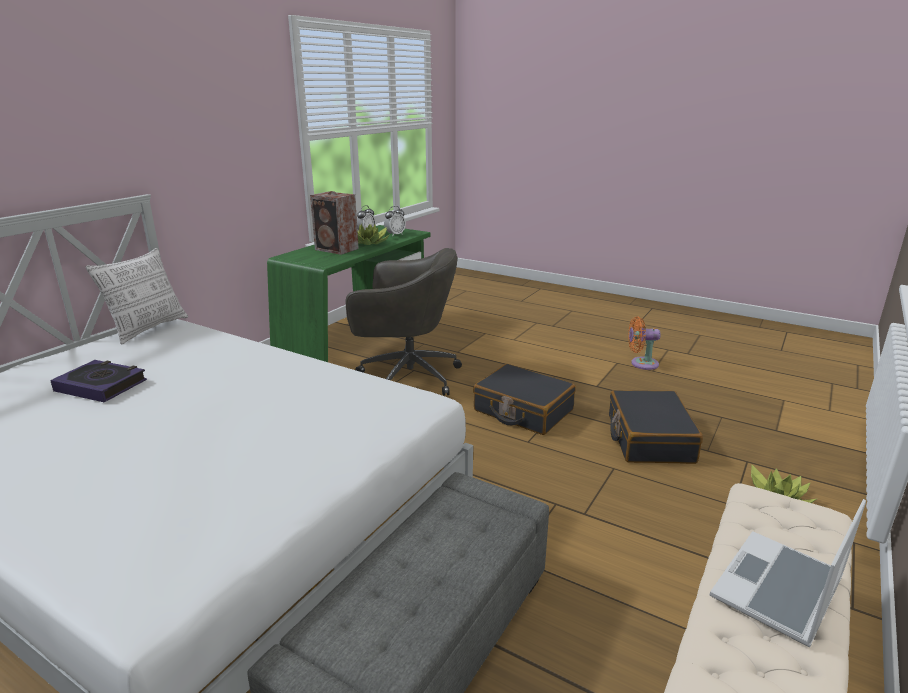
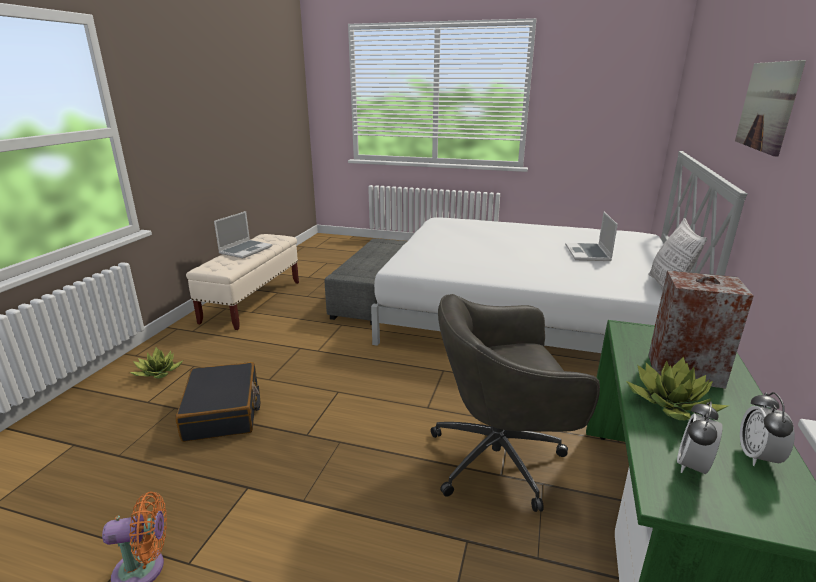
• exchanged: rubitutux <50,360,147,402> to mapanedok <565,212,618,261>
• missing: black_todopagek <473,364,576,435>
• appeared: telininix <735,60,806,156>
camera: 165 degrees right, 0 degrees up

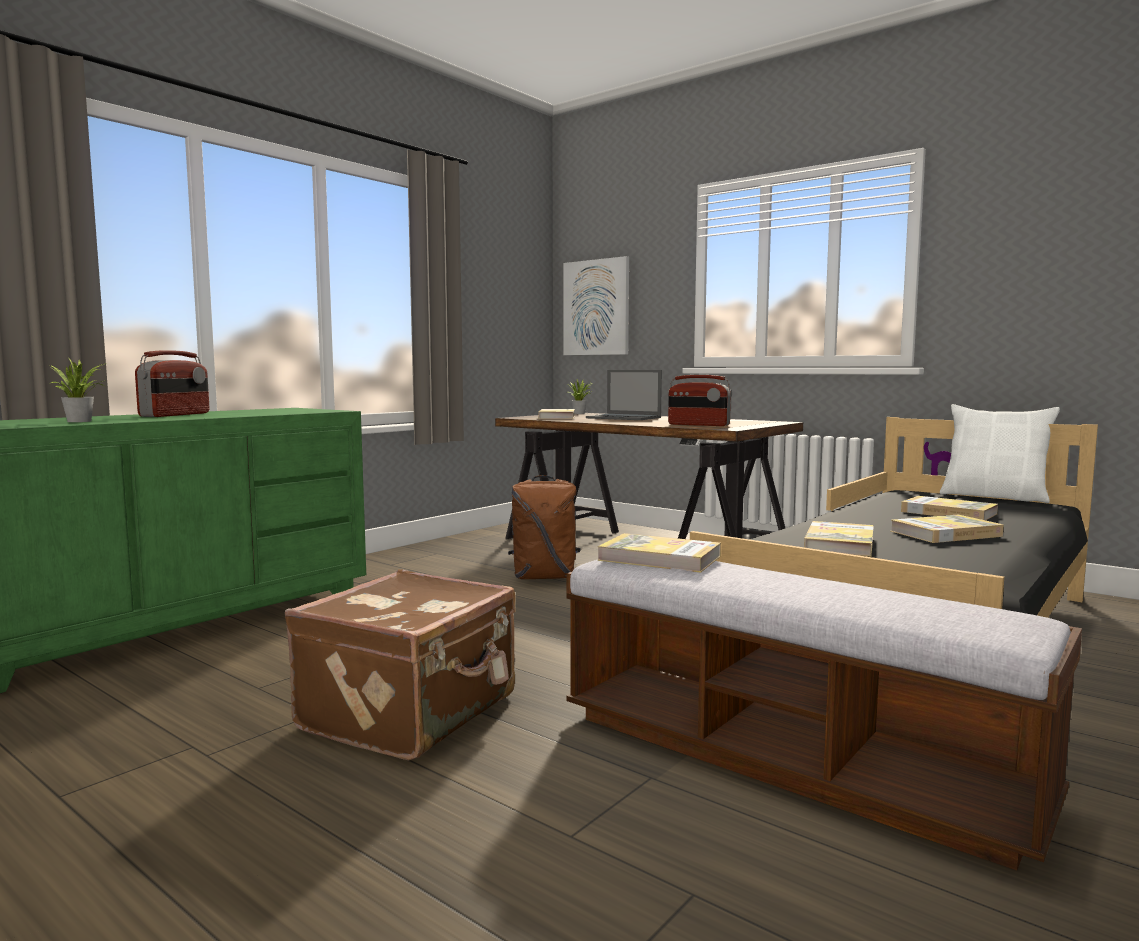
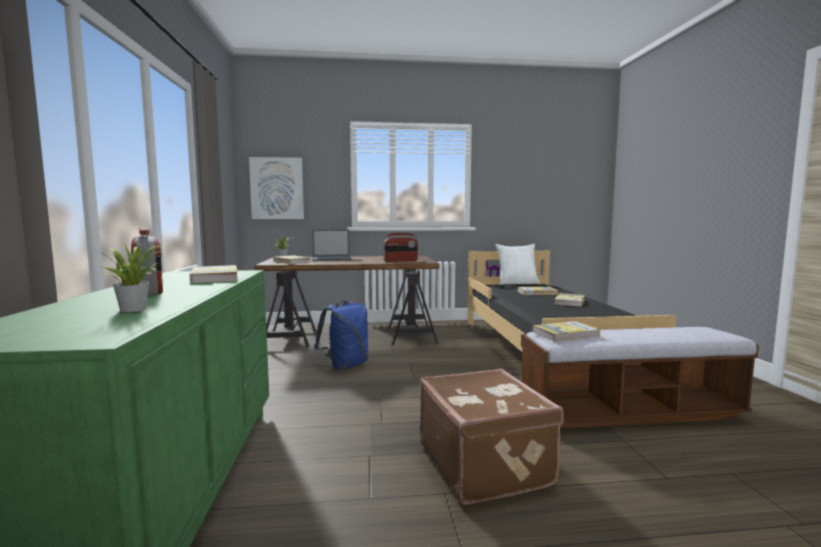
• colour: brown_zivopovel <508,475,581,579> to blue_zivopovel <314,301,369,370>
• relocated: rubitutux <804,521,874,557> to <190,265,238,283>
camera: 45 degrees left, 0 degrees up

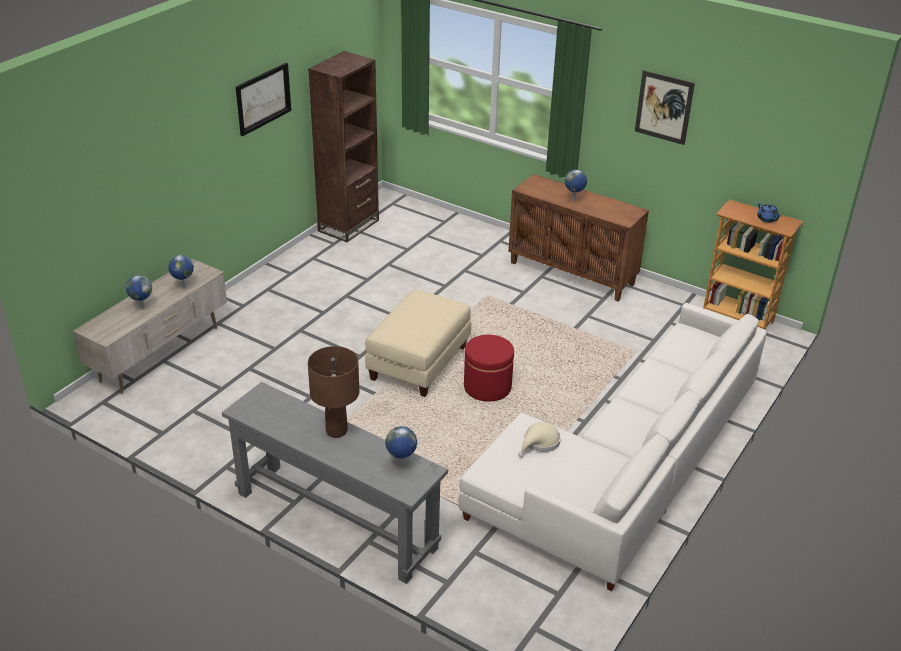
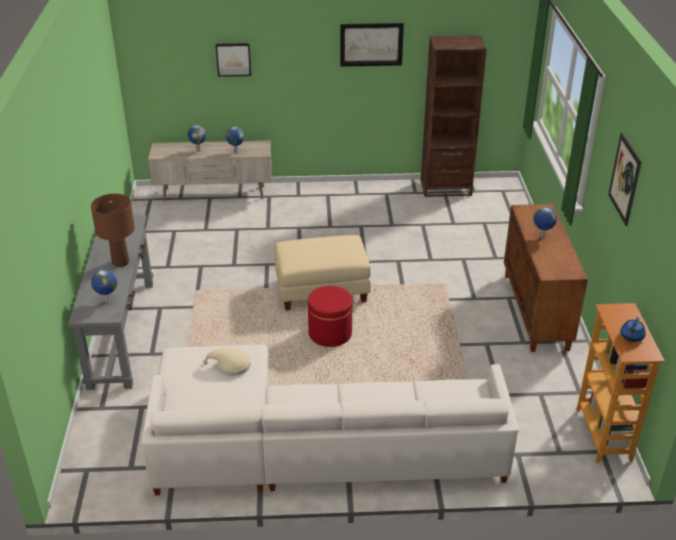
• appeared: telininix <216,43,251,77>
camera: 55 degrees right, 0 degrees up

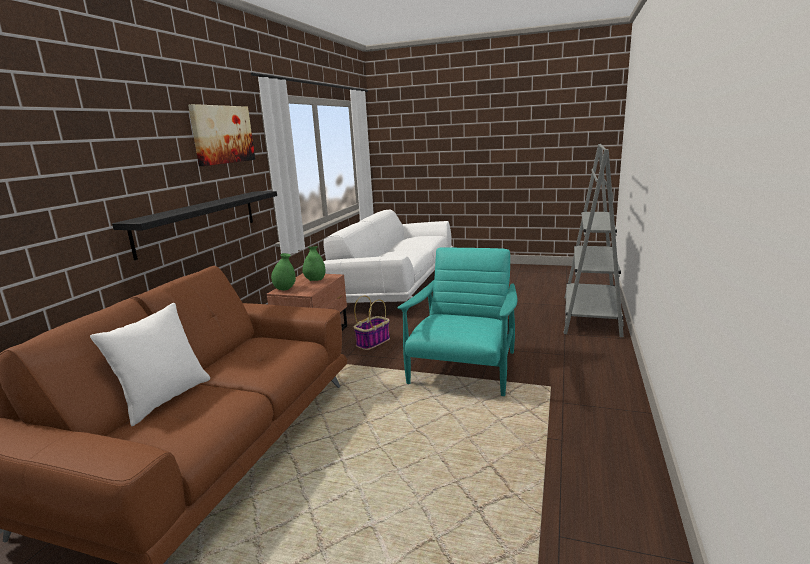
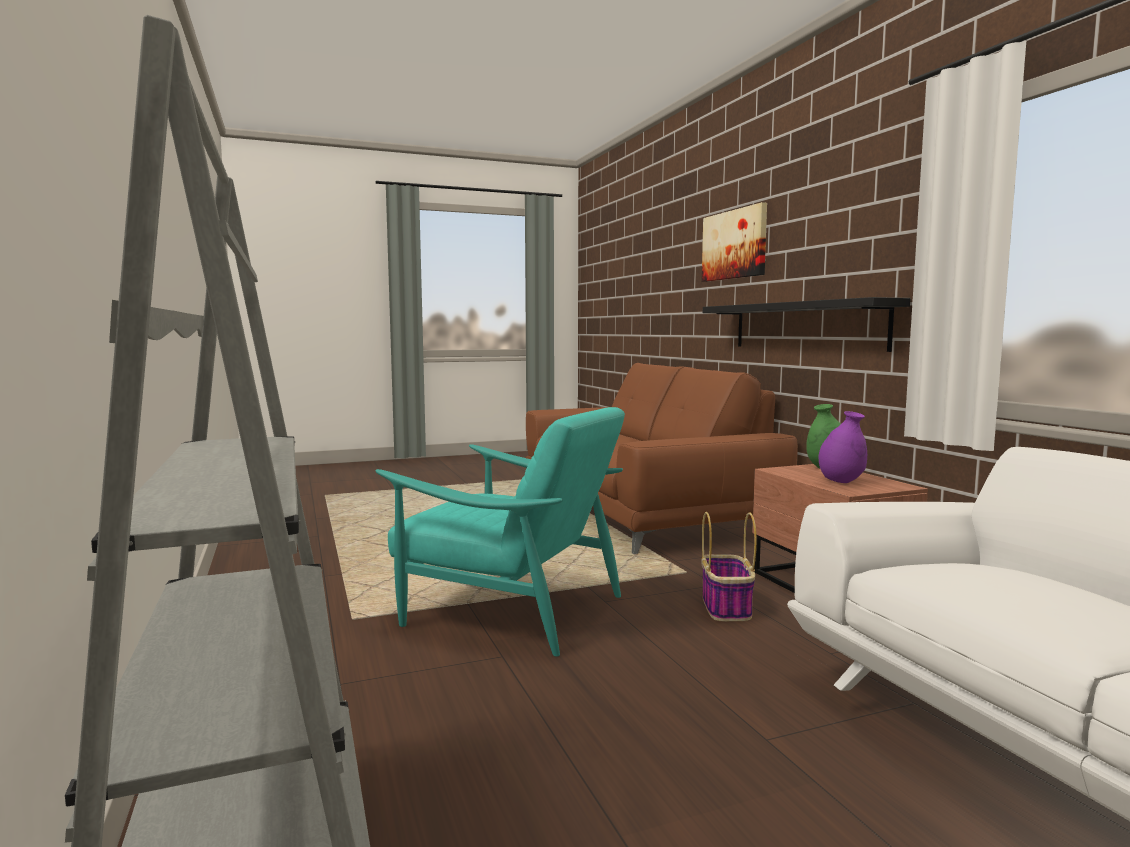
• missing: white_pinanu <90,303,210,426>
• relocated: telininix <188,104,255,166> to <702,202,767,282>
• colour: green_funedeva <302,246,326,281> to purple_funedeva <819,411,867,483>
• spun: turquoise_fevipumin <397,247,517,396> = <376,407,625,657> 45 degrees counterclockwise
camera: 140 degrees right, 10 degrees down

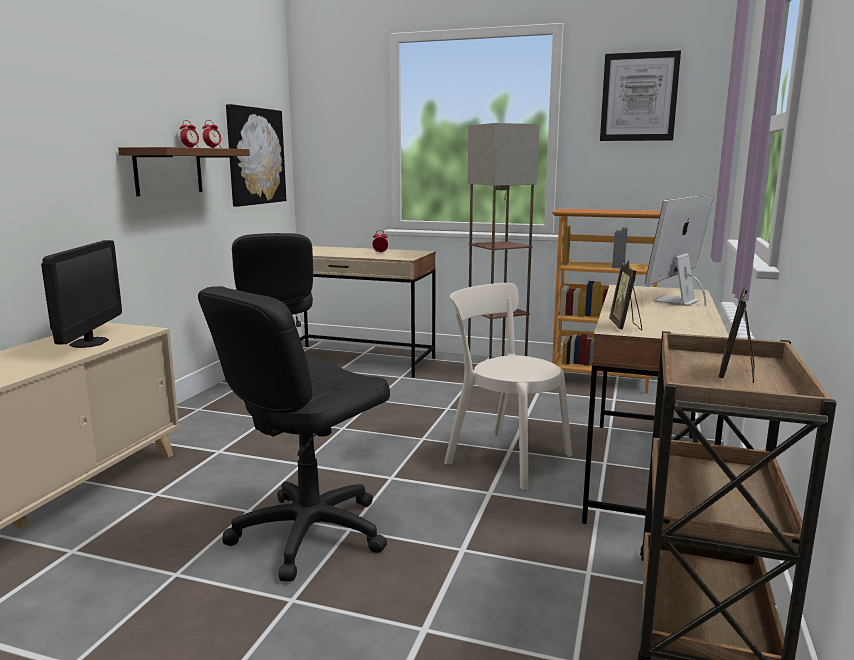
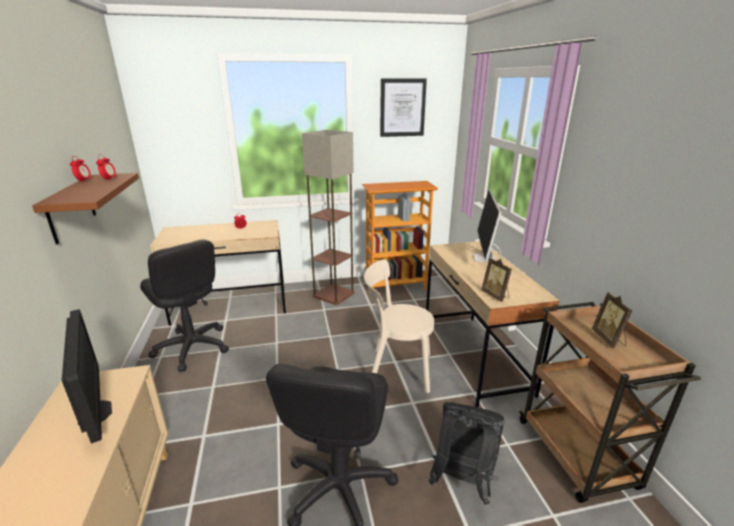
• missing: telininix <226,104,286,207>
• appeared: black_zivopovel <429,402,505,505>
camera: 30 degrees left, 10 degrees up

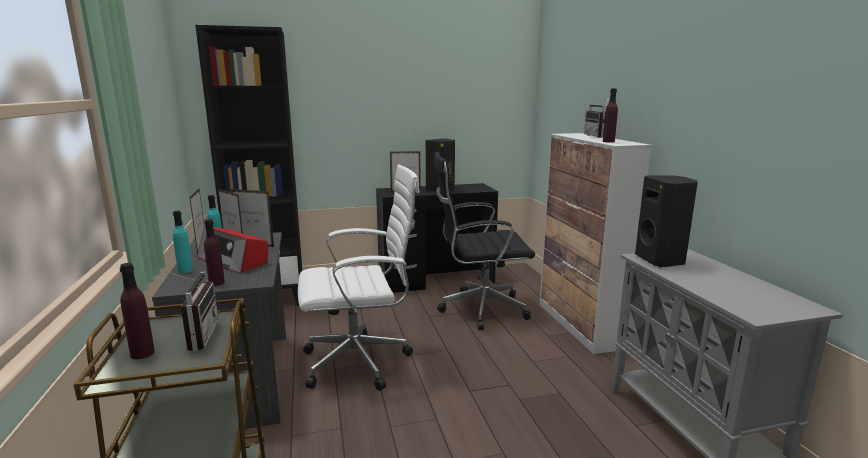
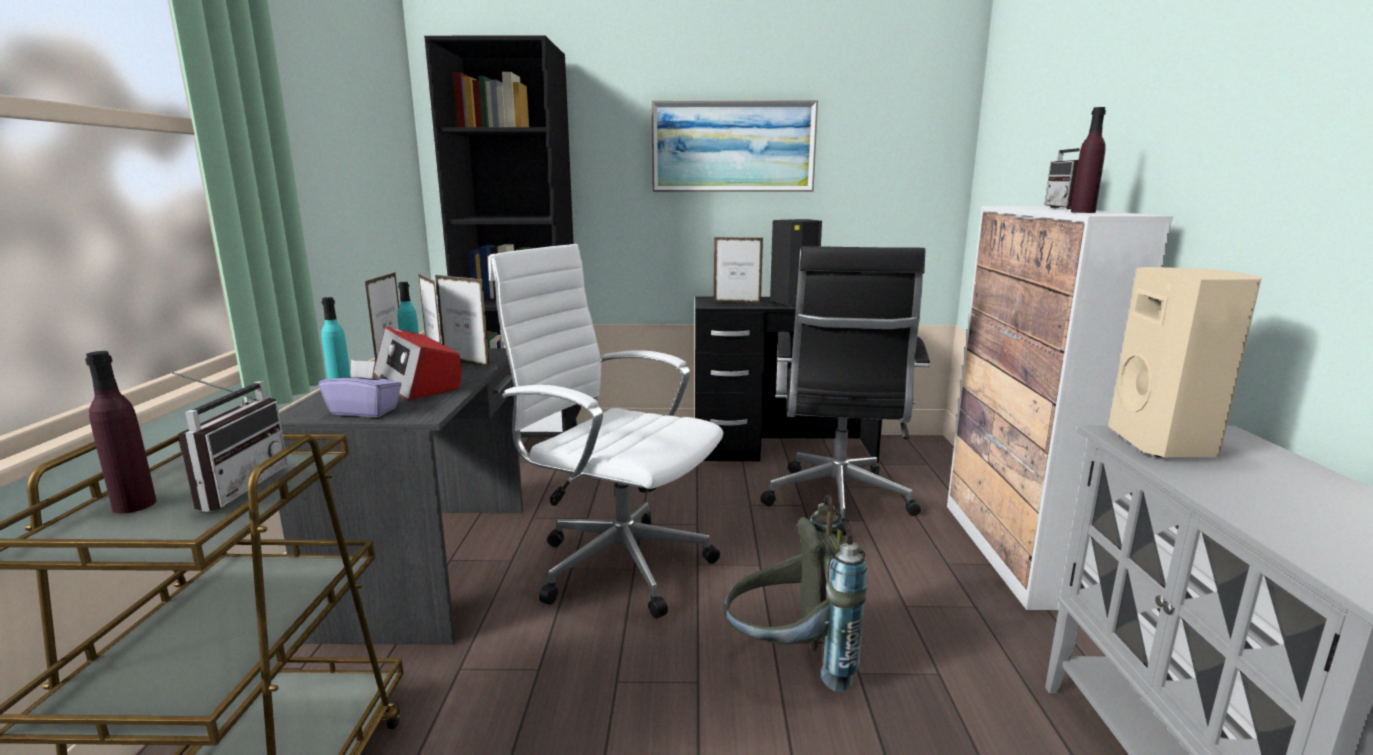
• exchanged: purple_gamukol <204,219,225,286> to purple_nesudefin <318,360,402,417>
• spun: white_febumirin <298,165,420,391> = <489,244,723,618> 150 degrees counterclockwise
• spun: black_febumirin <434,151,535,330> = <760,246,930,536> 90 degrees counterclockwise
• colour: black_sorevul <635,175,698,267> to beige_sorevul <1108,267,1262,457>
• appeared: telininix <651,100,818,192>
• appeared: grey_zivopovel <723,495,867,691>
camera: 15 degrees right, 0 degrees up

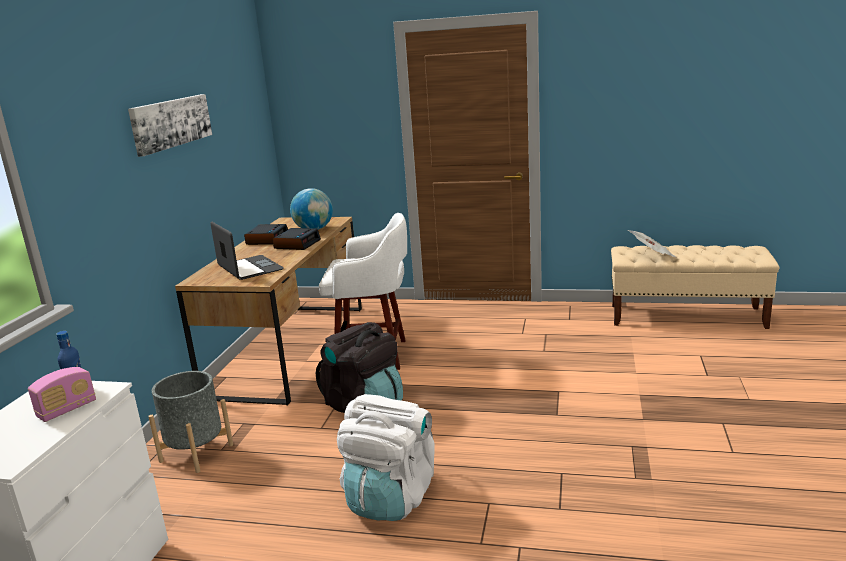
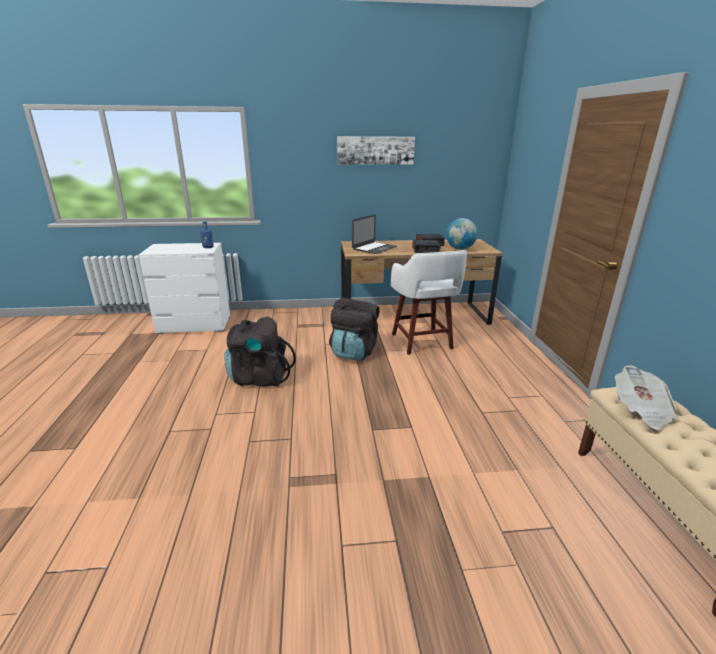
• missing: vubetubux <28,367,96,422>
• missing: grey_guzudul <148,371,233,473>
• colour: white_zivopovel <337,394,435,521> to black_zivopovel <224,316,296,387>
camera: 70 degrees right, 5 degrees up

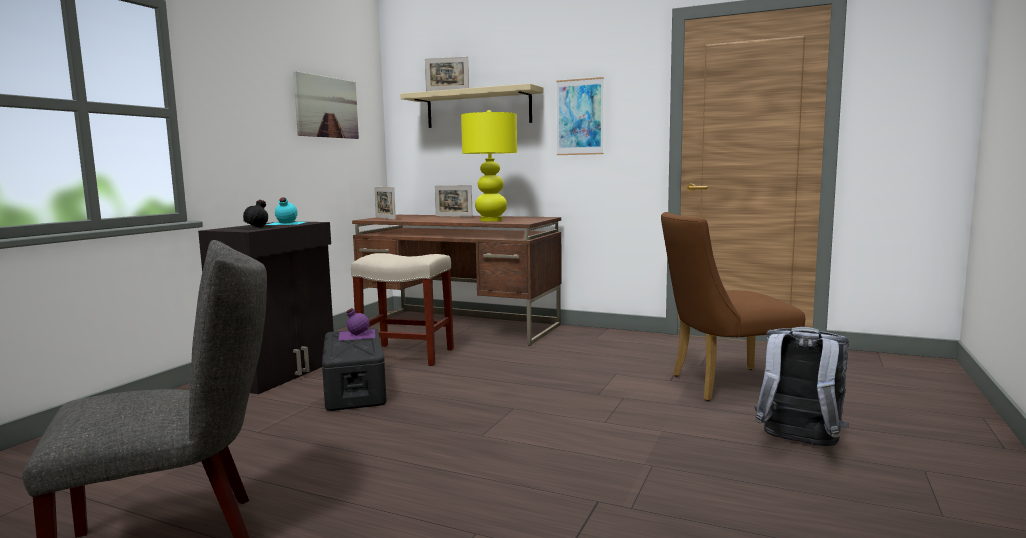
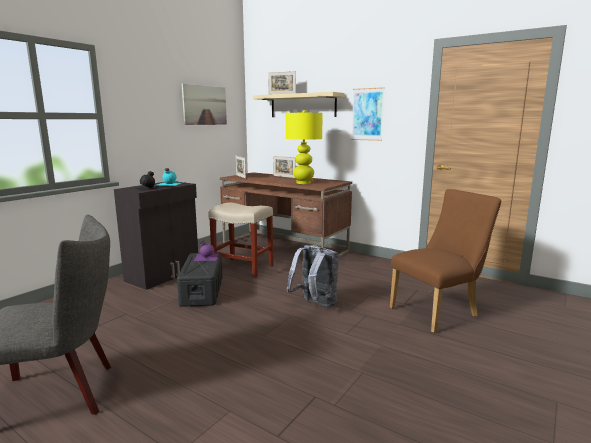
• spun: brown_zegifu <661,212,805,401> = <390,189,501,333> 150 degrees clockwise
• relocated: grey_zivopovel <754,327,849,446> to <287,245,339,308>
camera: 10 degrees right, 5 degrees up

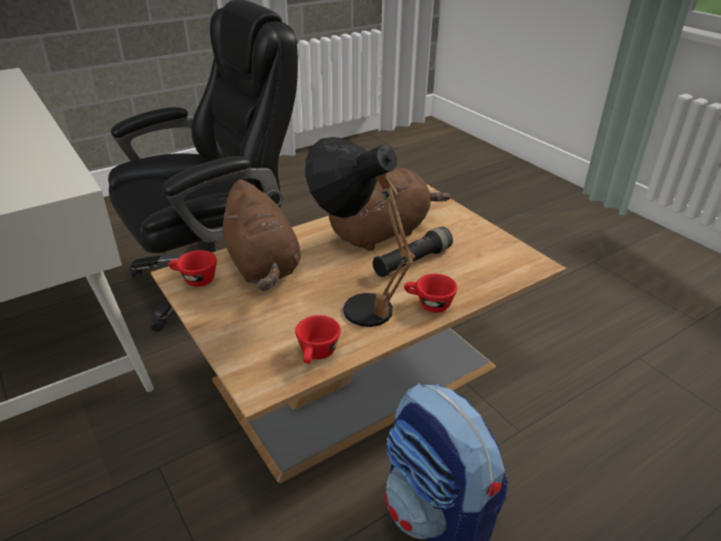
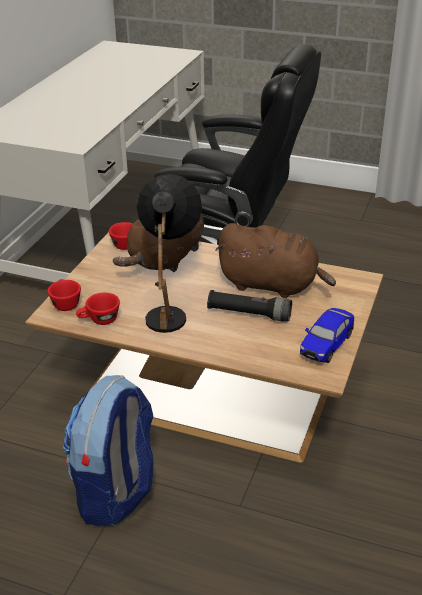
• relocated: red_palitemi <404,274,457,313> to <47,279,81,311>
• appeared: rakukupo <300,308,354,363>
camera: 55 degrees right, 0 degrees up

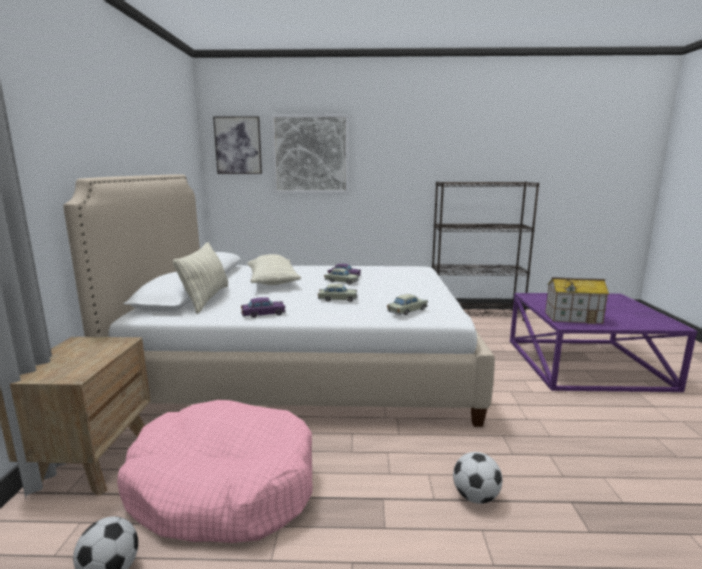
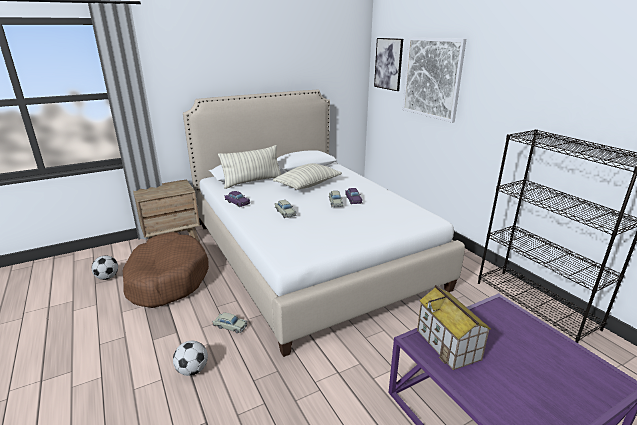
• colour: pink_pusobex <117,400,312,543> to brown_pusobex <123,232,209,308>
• relocated: beige_rakukupo <387,294,428,315> to <212,313,247,333>
camera: 60 degrees right, 10 degrees up

